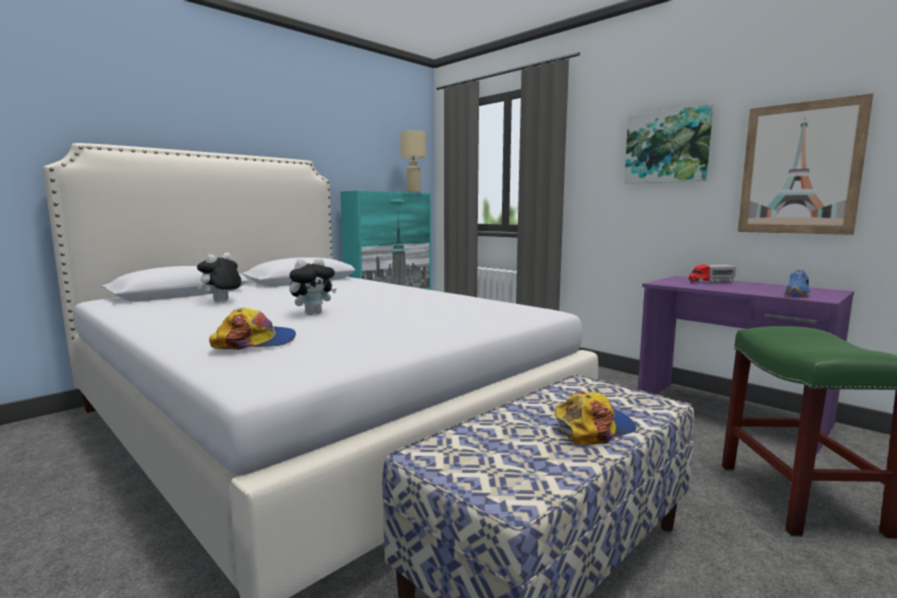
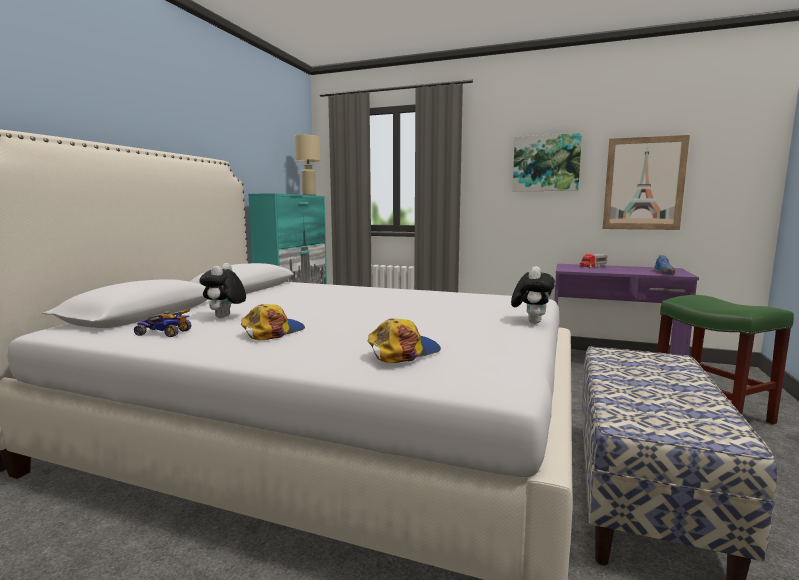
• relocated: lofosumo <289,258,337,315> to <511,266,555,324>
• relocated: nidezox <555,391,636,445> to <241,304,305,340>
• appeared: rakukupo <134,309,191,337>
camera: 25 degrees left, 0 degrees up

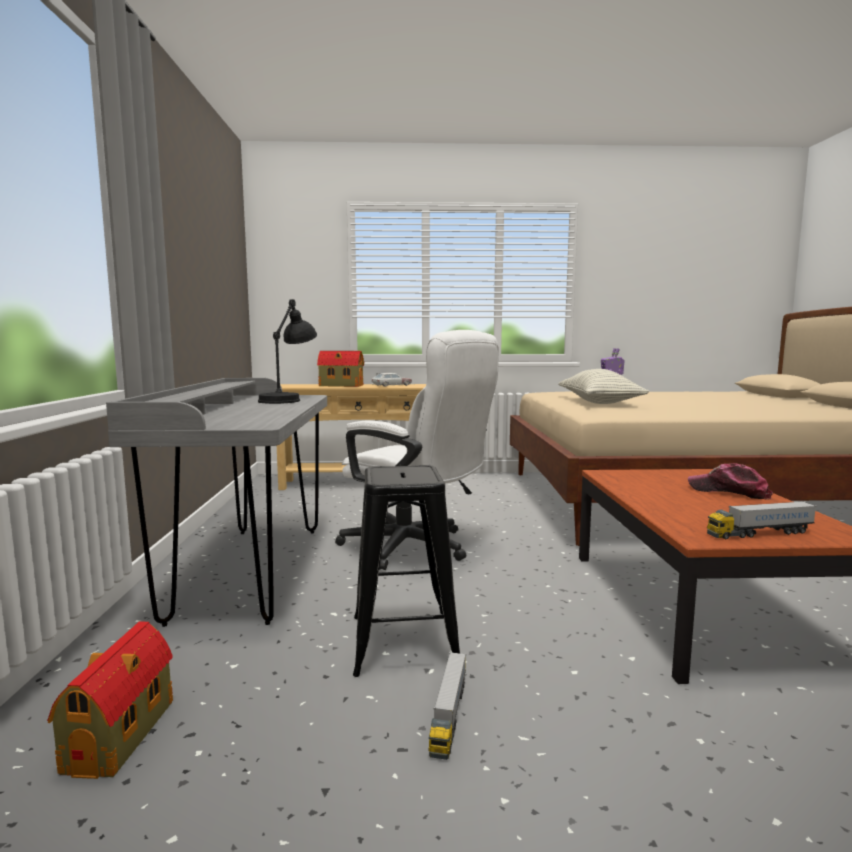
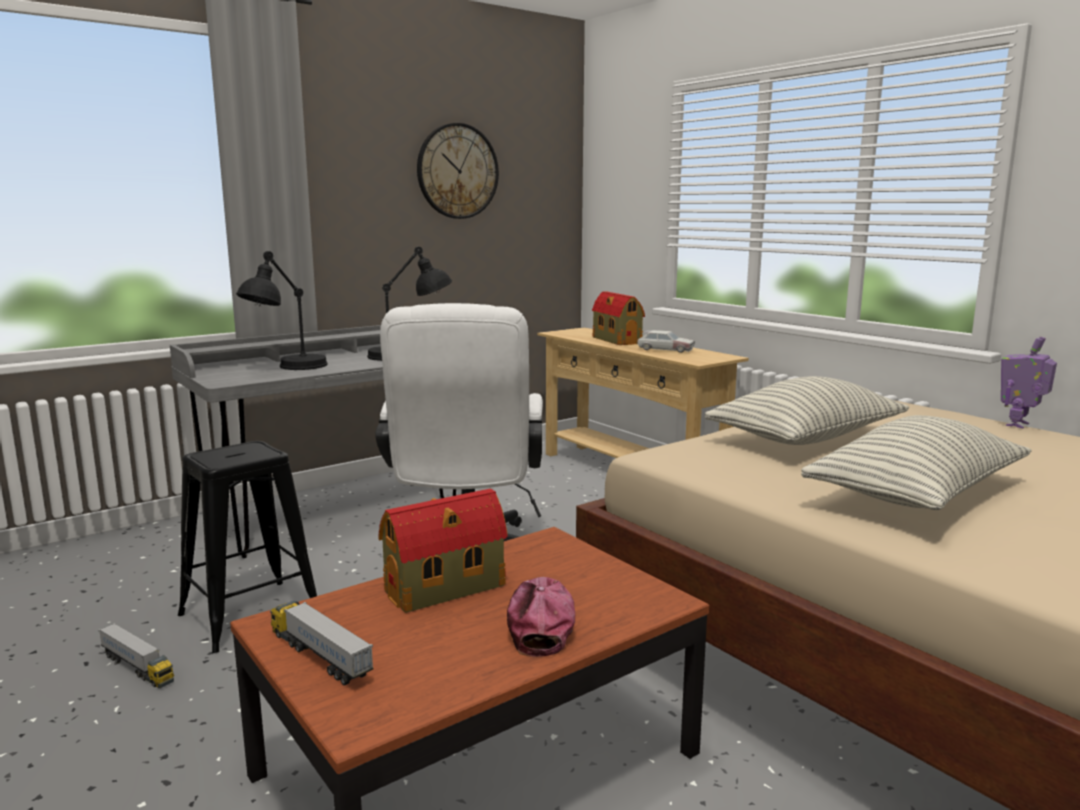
• relocated: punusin <47,621,173,779> to <378,488,508,613>
• spun: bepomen <429,652,466,760> = <99,623,174,688> 120 degrees counterclockwise
• appeared: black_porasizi <236,251,328,370>
• appeared: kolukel <417,123,499,219>
• appeared: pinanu <801,415,1032,510>
camera: 55 degrees right, 5 degrees up

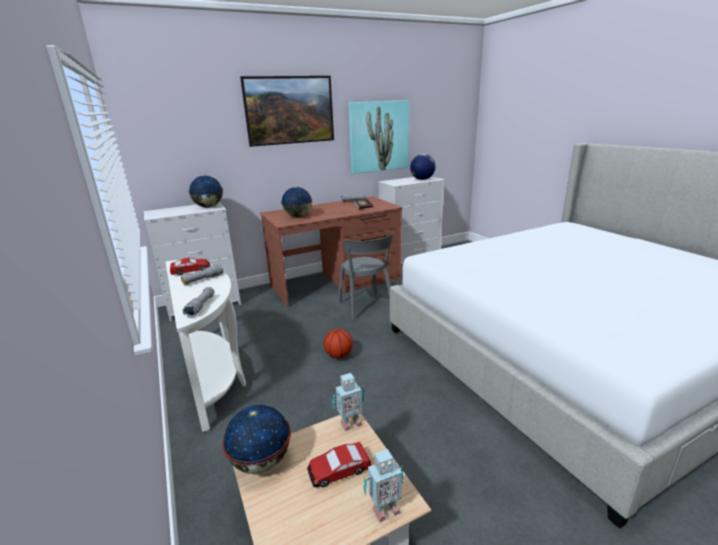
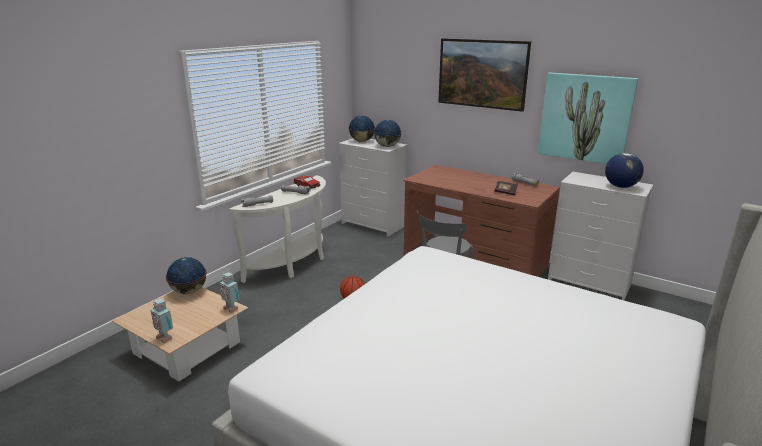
• relocated: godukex <281,187,312,217> to <348,116,375,142>
• missing: rakukupo <307,442,371,487>
camera: 60 degrees right, 0 degrees up

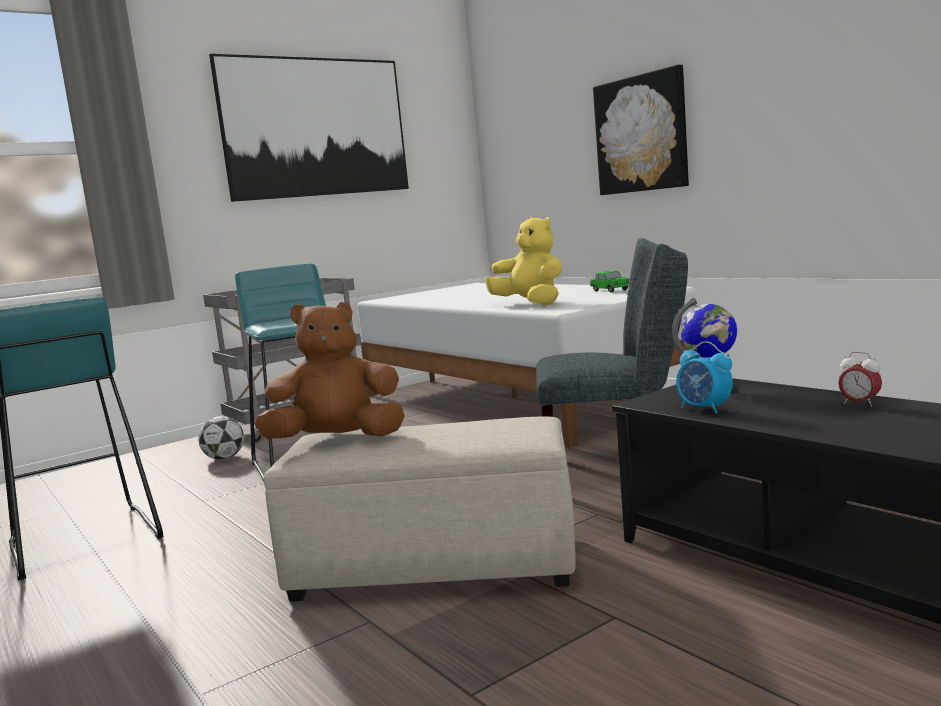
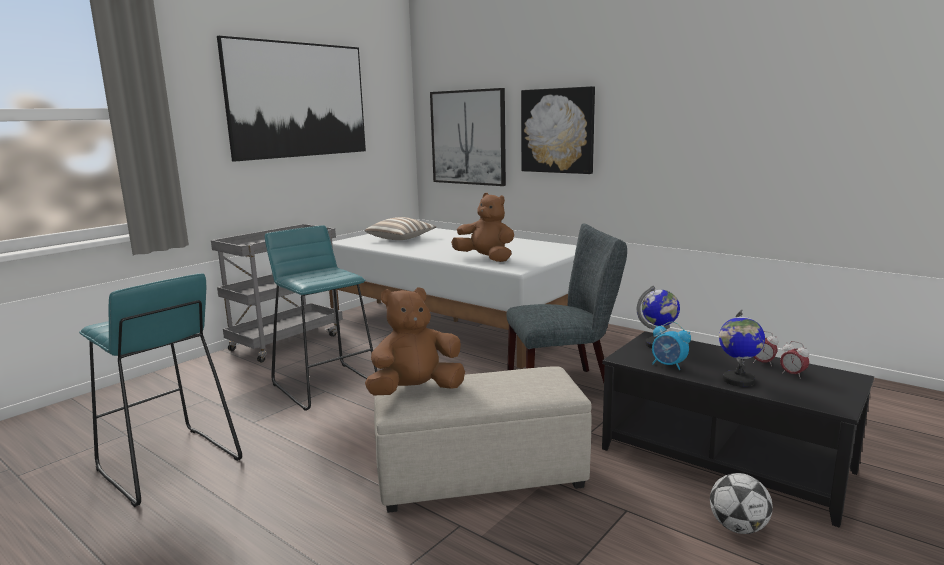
• relocated: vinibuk <198,416,244,460> to <710,473,773,534>
• colour: yellow_lofosumo <485,216,562,305> to brown_lofosumo <451,193,514,262>
• missing: rakukupo <590,271,630,292>
• appeared: pinanu <365,217,436,240>
• appeared: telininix <430,88,506,186>
• appeared: godukex <719,310,765,387>
• appeared: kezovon <780,341,809,379>
camera: 15 degrees left, 5 degrees up

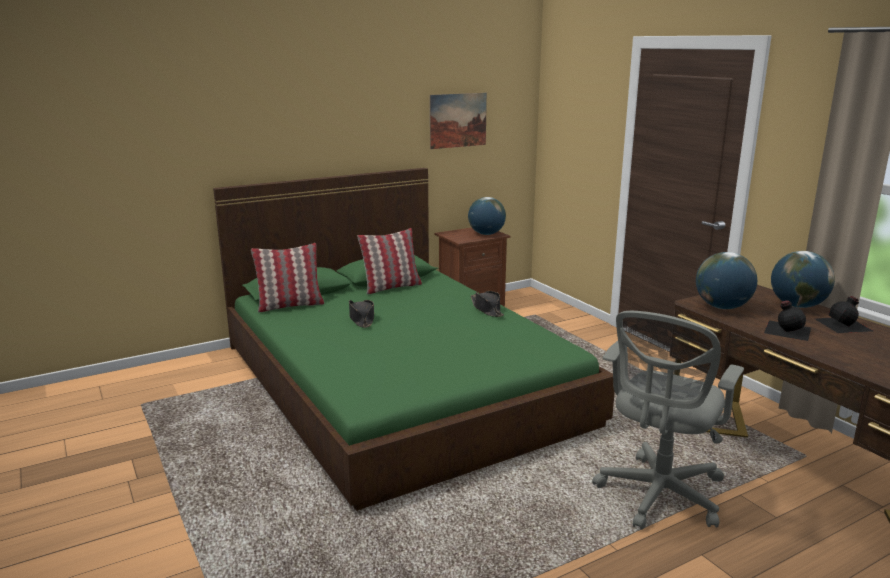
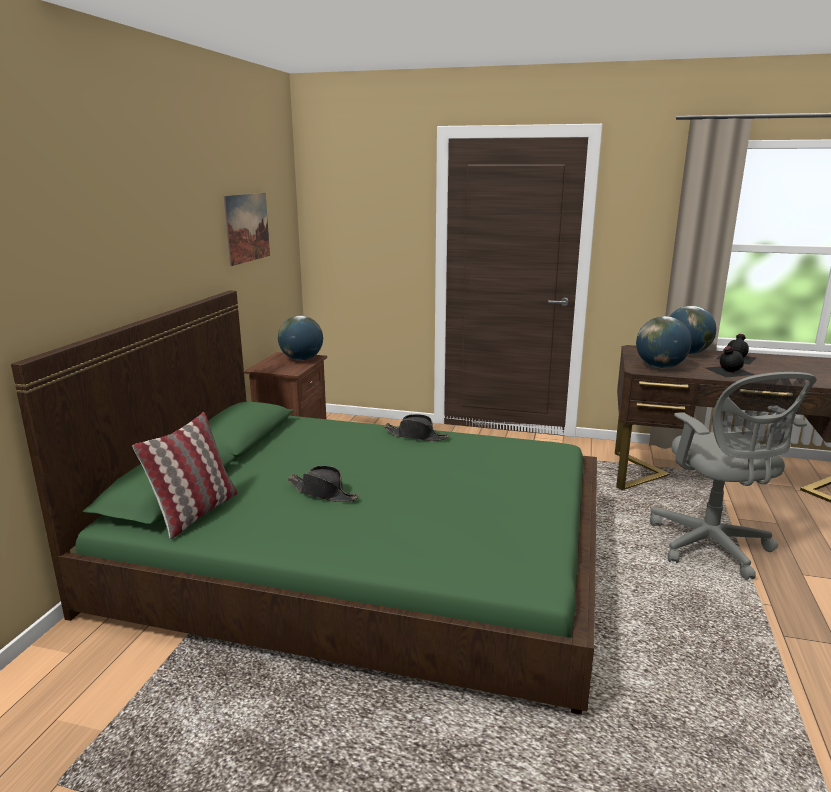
• missing: pinanu <357,228,422,294>
camera: 45 degrees left, 0 degrees up

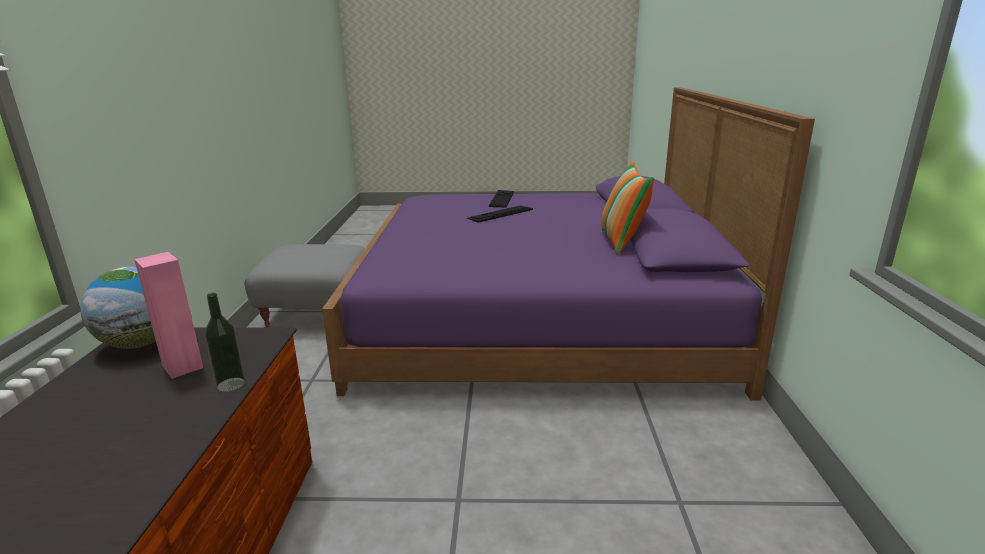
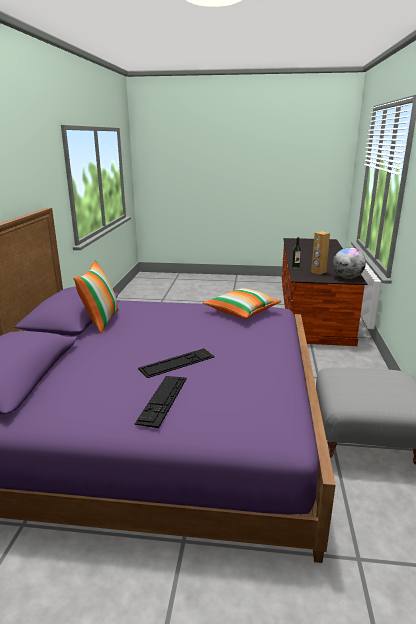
• colour: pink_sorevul <134,252,203,379> to brown_sorevul <311,231,330,274>
• appeared: pinanu <203,288,281,319>
camera: 175 degrees left, 0 degrees up

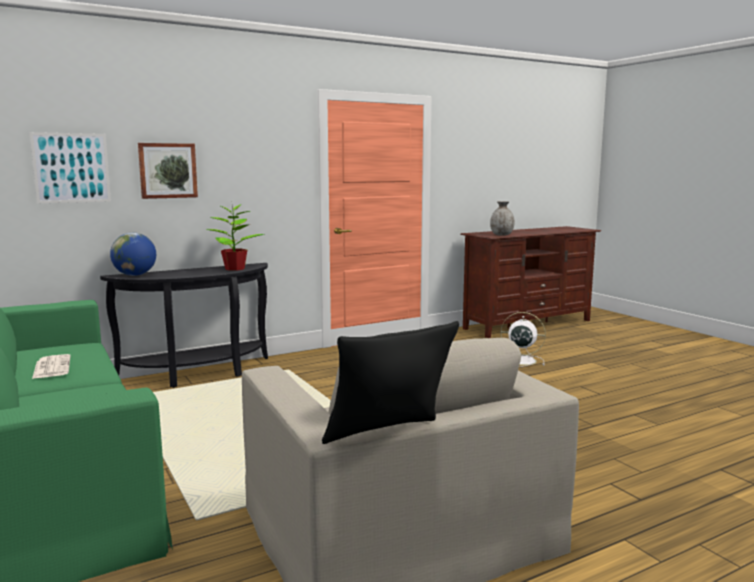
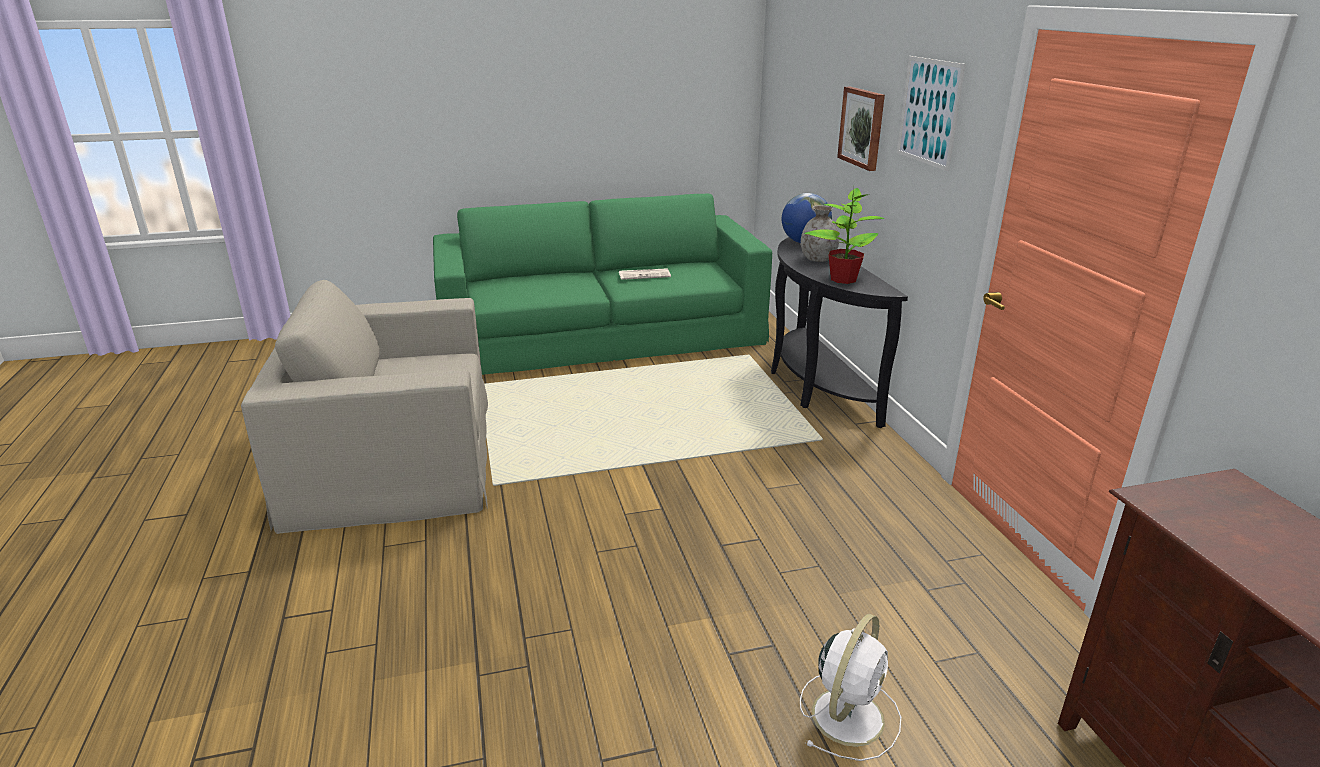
• relocated: telininix <30,132,111,203> to <897,56,966,171>
• missing: black_pinanu <322,321,459,444>
• relocated: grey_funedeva <490,201,515,236> to <801,205,839,262>
camera: 105 degrees right, 15 degrees up

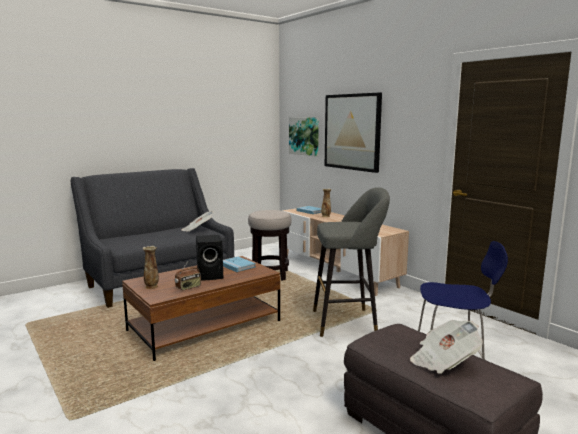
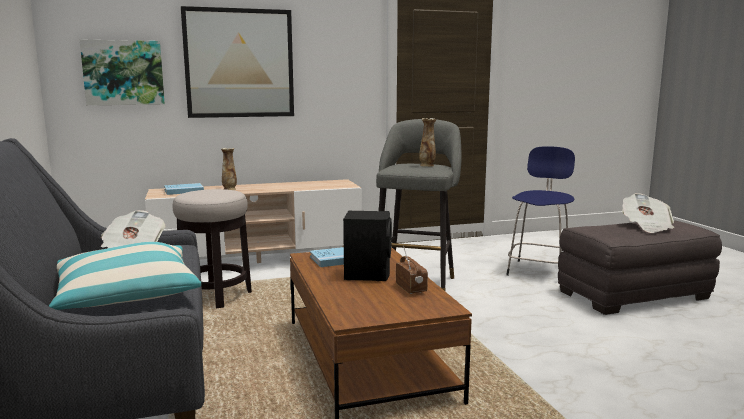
• relocated: funedeva <143,246,159,289> to <419,118,437,167>
• appeared: pinanu <49,242,201,310>
camera: 70 degrees left, 0 degrees up

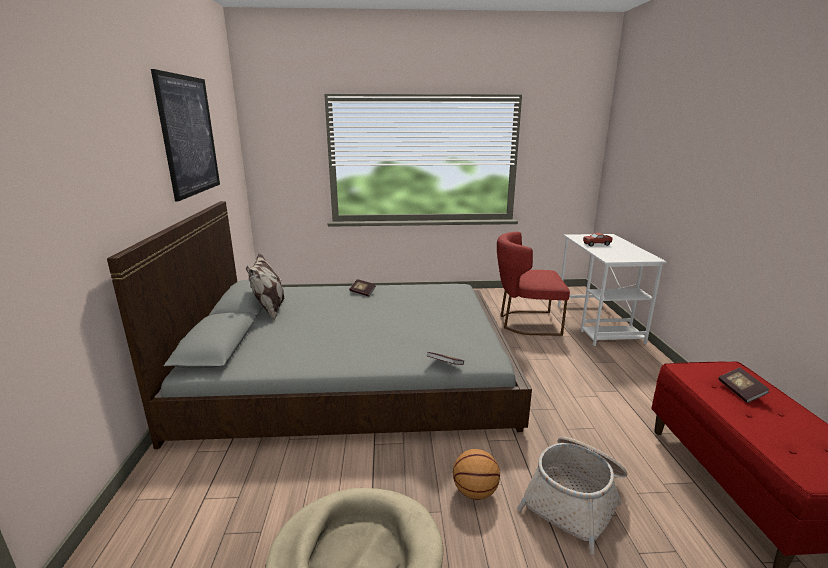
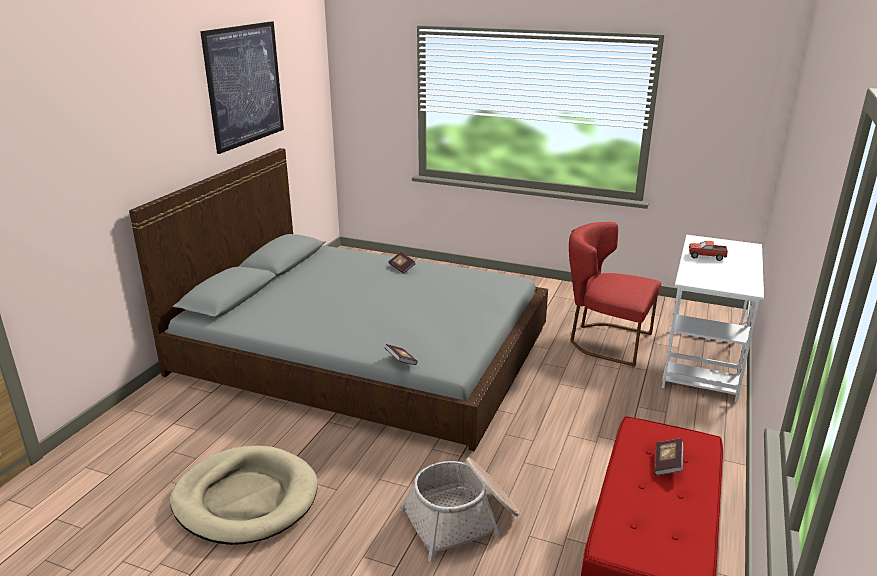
• missing: pinanu <246,253,284,321>
• missing: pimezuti <453,449,500,500>
camera: 25 degrees right, 5 degrees up

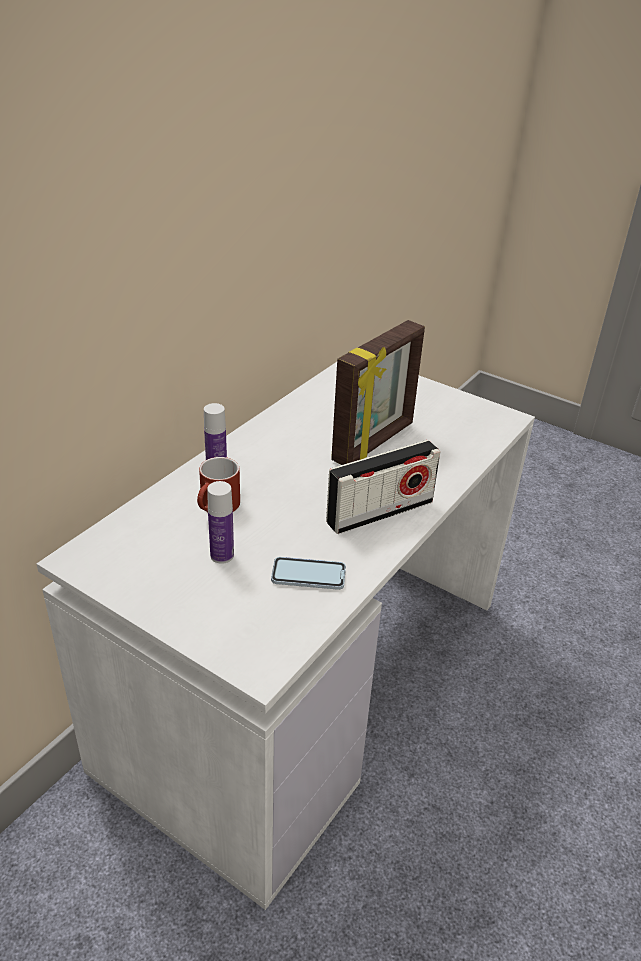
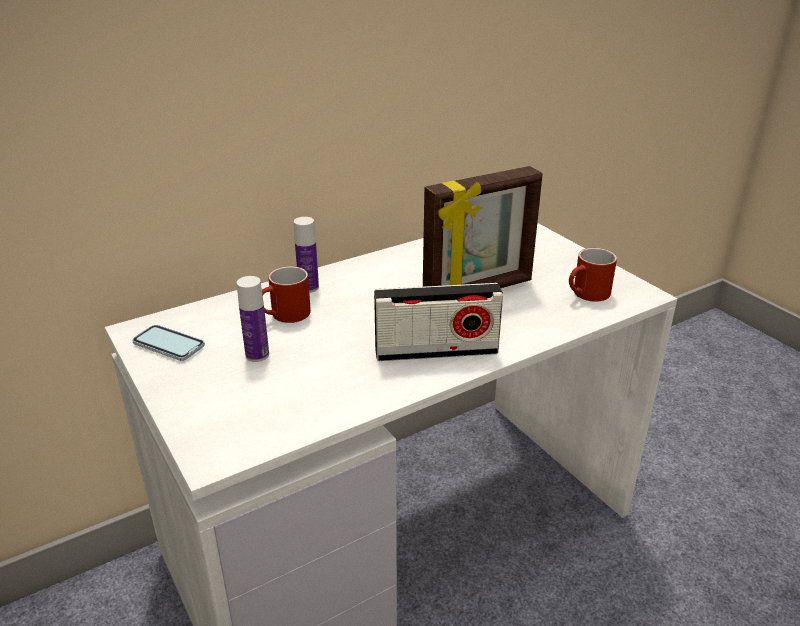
• relocated: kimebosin <271,557,346,590> to <132,325,205,361>
• appeared: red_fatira <569,248,617,302>
camera: 25 degrees right, 5 degrees down

